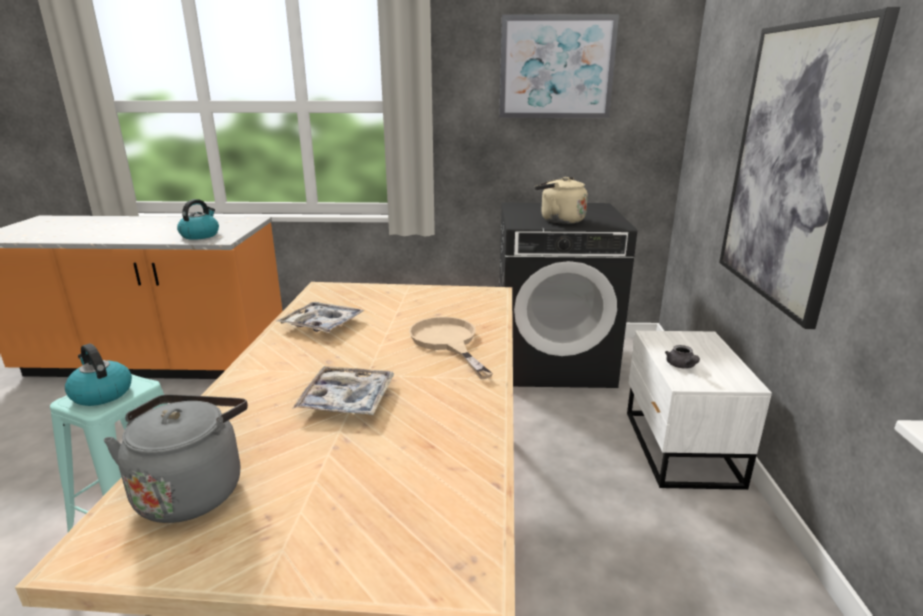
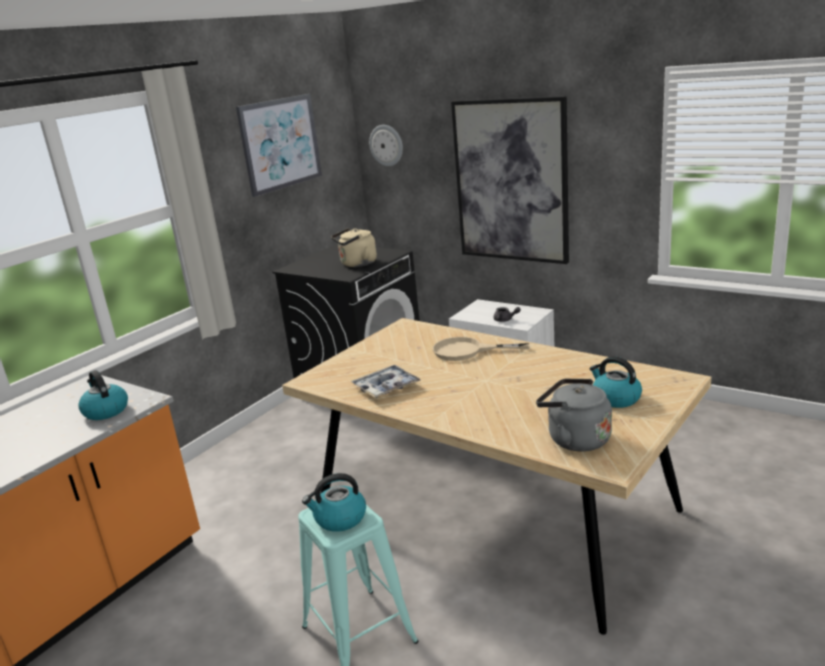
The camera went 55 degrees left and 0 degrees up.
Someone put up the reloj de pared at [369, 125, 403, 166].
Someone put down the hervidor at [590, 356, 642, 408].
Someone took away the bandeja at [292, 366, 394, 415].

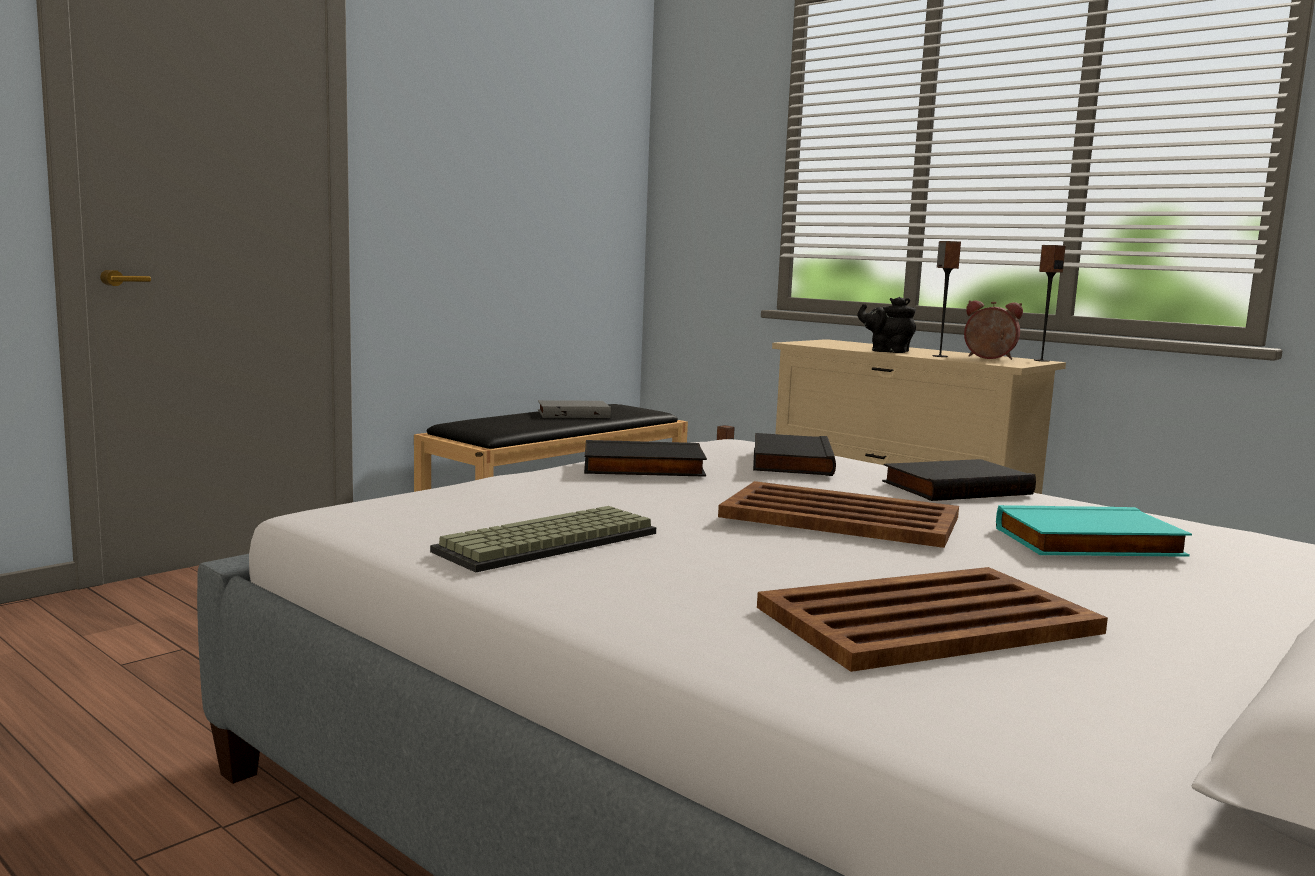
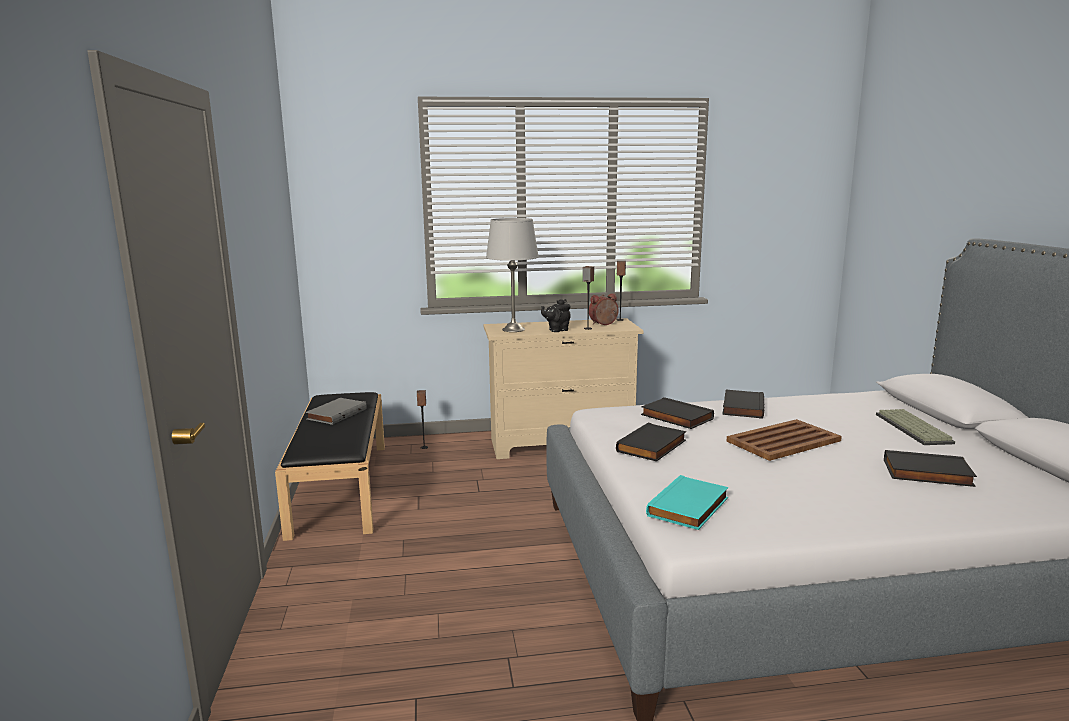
The camera went 50 degrees left and 5 degrees up.
Someone put down the lámpara de mesa (gris) at [486, 218, 539, 332].
Someone carried the libro (turquesa) from [996, 505, 1192, 557] to [646, 475, 729, 530].
Someone carried the teclado from [430, 506, 656, 572] to [876, 409, 955, 445].
Someone swapped the bandeja (marrón) at [757, 567, 1108, 672] for the libro (negro) at [884, 450, 977, 487].

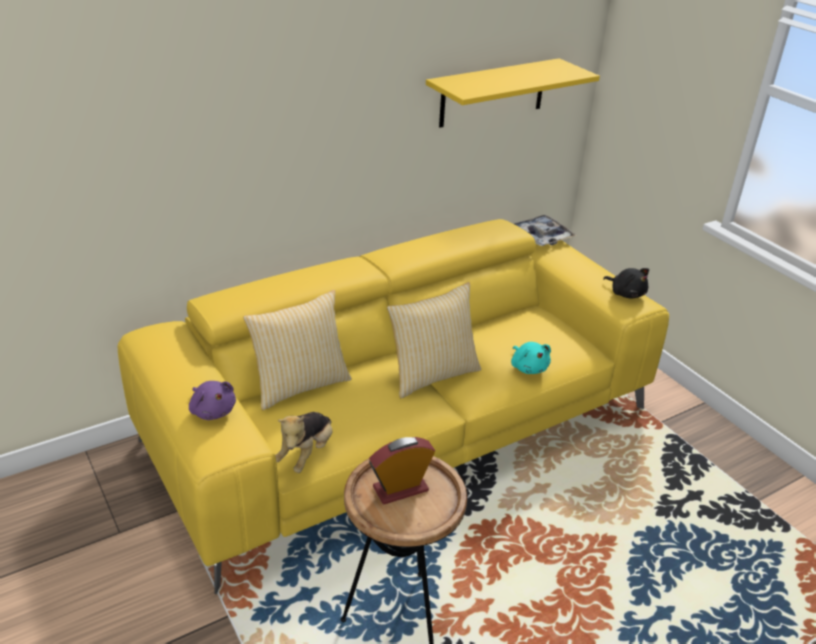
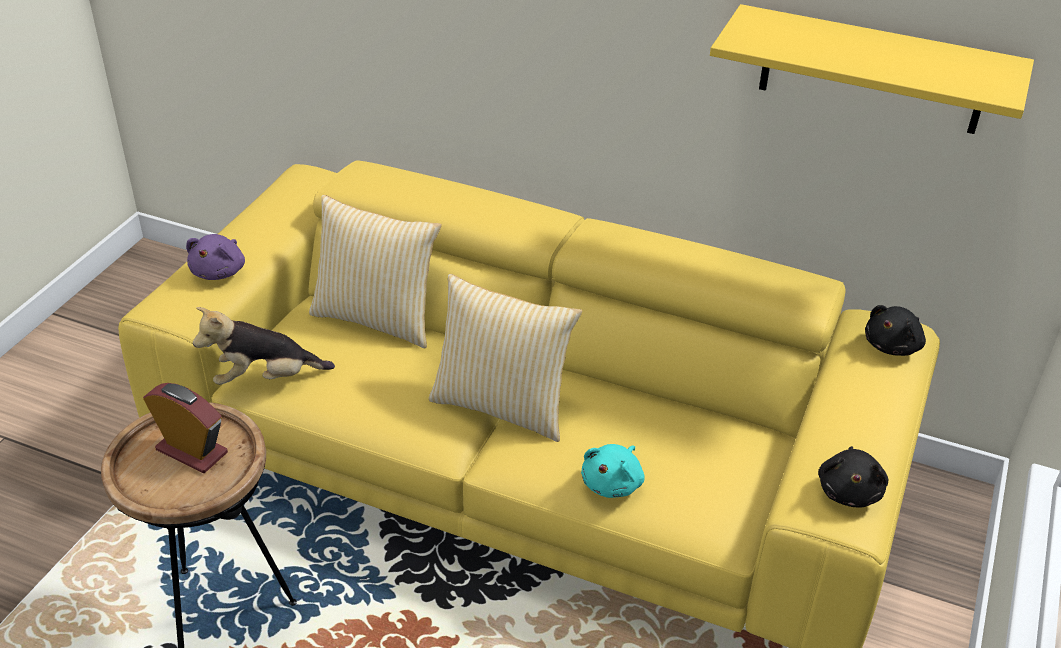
The camera went 55 degrees right and 5 degrees up.
Someone swapped the bandeja at [513, 215, 577, 246] for the peluche (negro) at [865, 305, 926, 356].

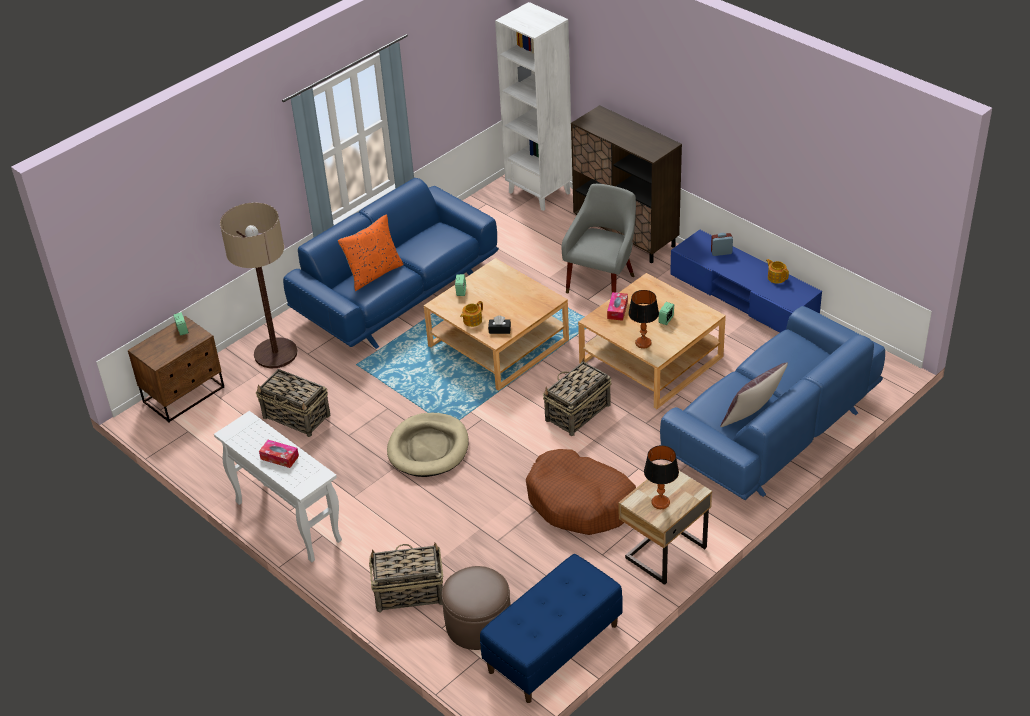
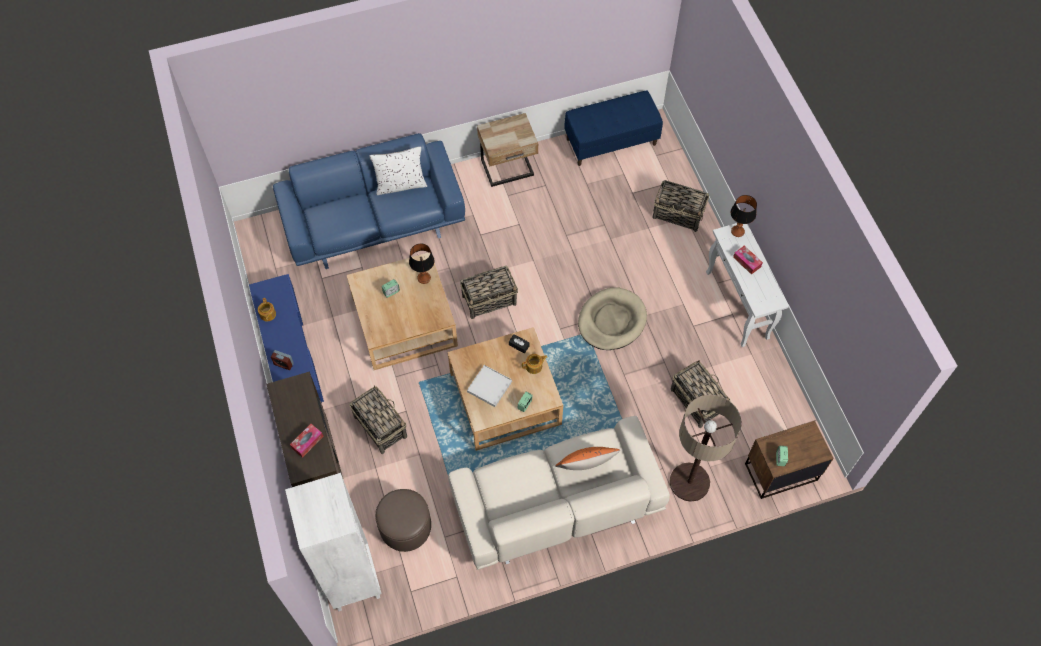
The camera went 155 degrees left and 20 degrees up.
Someone carried the caja de pañuelos from [607, 292, 628, 321] to [290, 424, 324, 458].
Someone swapped the sillón (gris) at [562, 184, 636, 293] for the cesta at [349, 386, 407, 454].
Someone repainted the cojín (marrón) at [720, 363, 788, 427], which became the cojín (blanco) at [369, 147, 427, 195].
Someone carried the puf (marrón) from [442, 566, 511, 650] to [375, 489, 431, 552].
Someone repainted the sofá (azul) at [283, 178, 499, 349], which became the sofá (beis) at [448, 416, 670, 570].
Someone put down the bandeja (blanco) at [467, 365, 512, 407].
Someone carried the lámpara de mesa from [644, 445, 679, 509] to [731, 195, 757, 237].
Someone took away the cama para perro (marrón) at [526, 449, 636, 535].

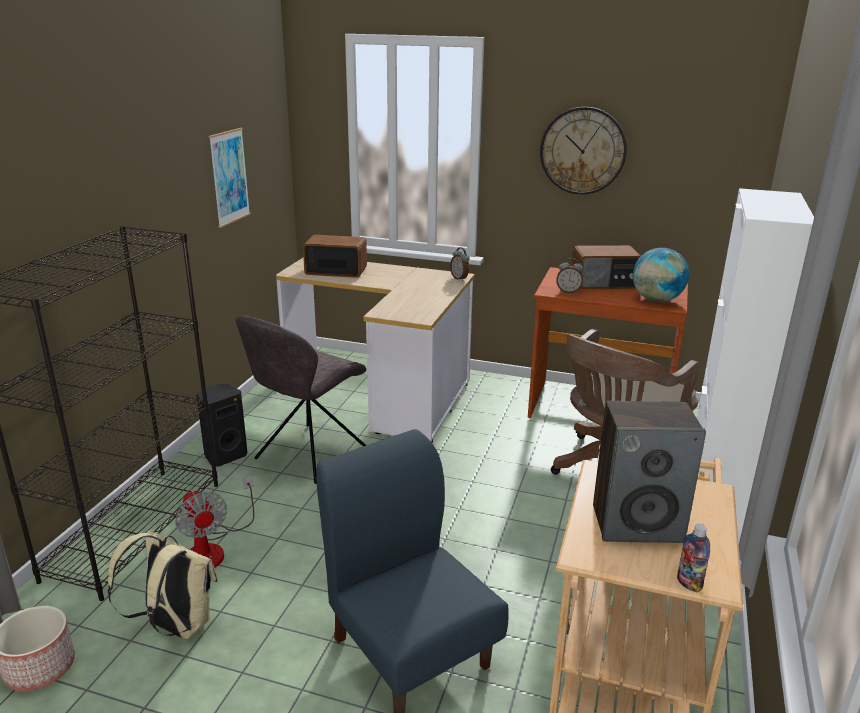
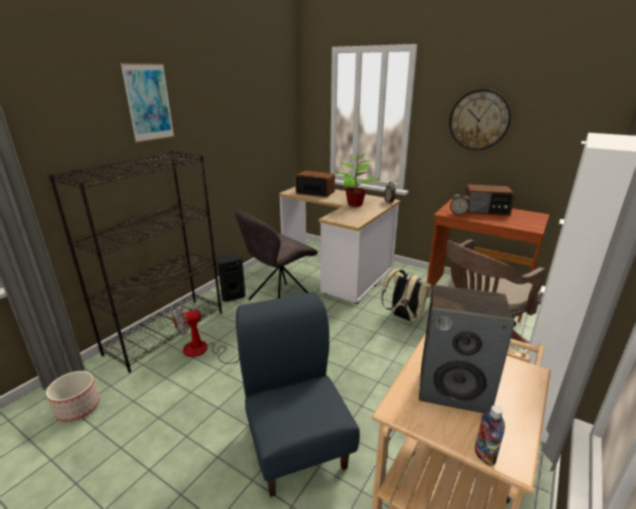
The camera went 15 degrees right and 0 degrees up.
Someone carried the cuadro from [209, 128, 250, 228] to [120, 63, 175, 143].
Someone rotated the ventilador at [175, 475, 254, 568] by 75 degrees clockwise.
Someone put down the planta en maceta at [337, 153, 381, 207].
Someone carried the mochila (beis) from [107, 530, 218, 639] to [381, 269, 432, 322].
Someone took away the globo terráqueo at [633, 248, 689, 302].

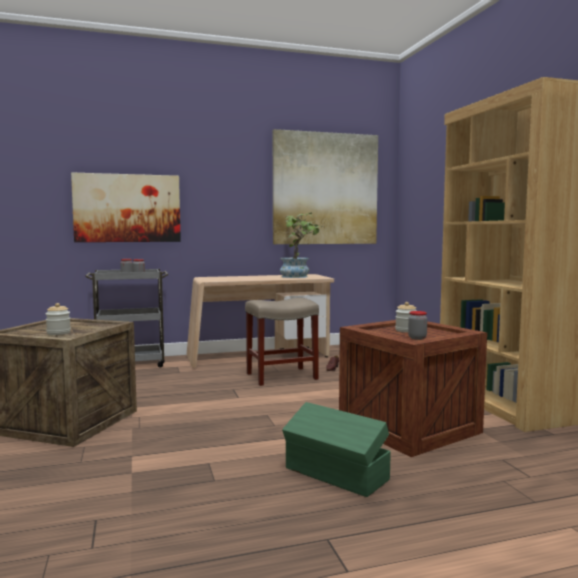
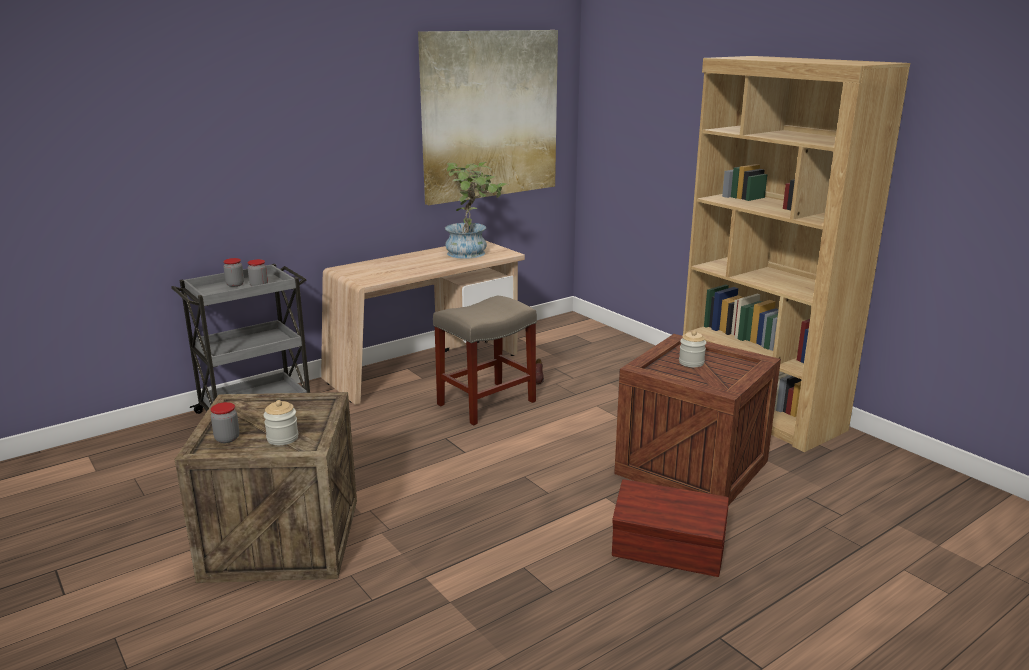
The camera went 20 degrees left and 15 degrees up.
Someone carried the tarro from [408, 311, 427, 340] to [211, 402, 239, 443].
Someone repainted the caja de almacenaje (verde) at [282, 402, 391, 497], which became the caja de almacenaje (marrón) at [612, 479, 729, 577].
Someone took away the cuadro at [71, 172, 181, 242].

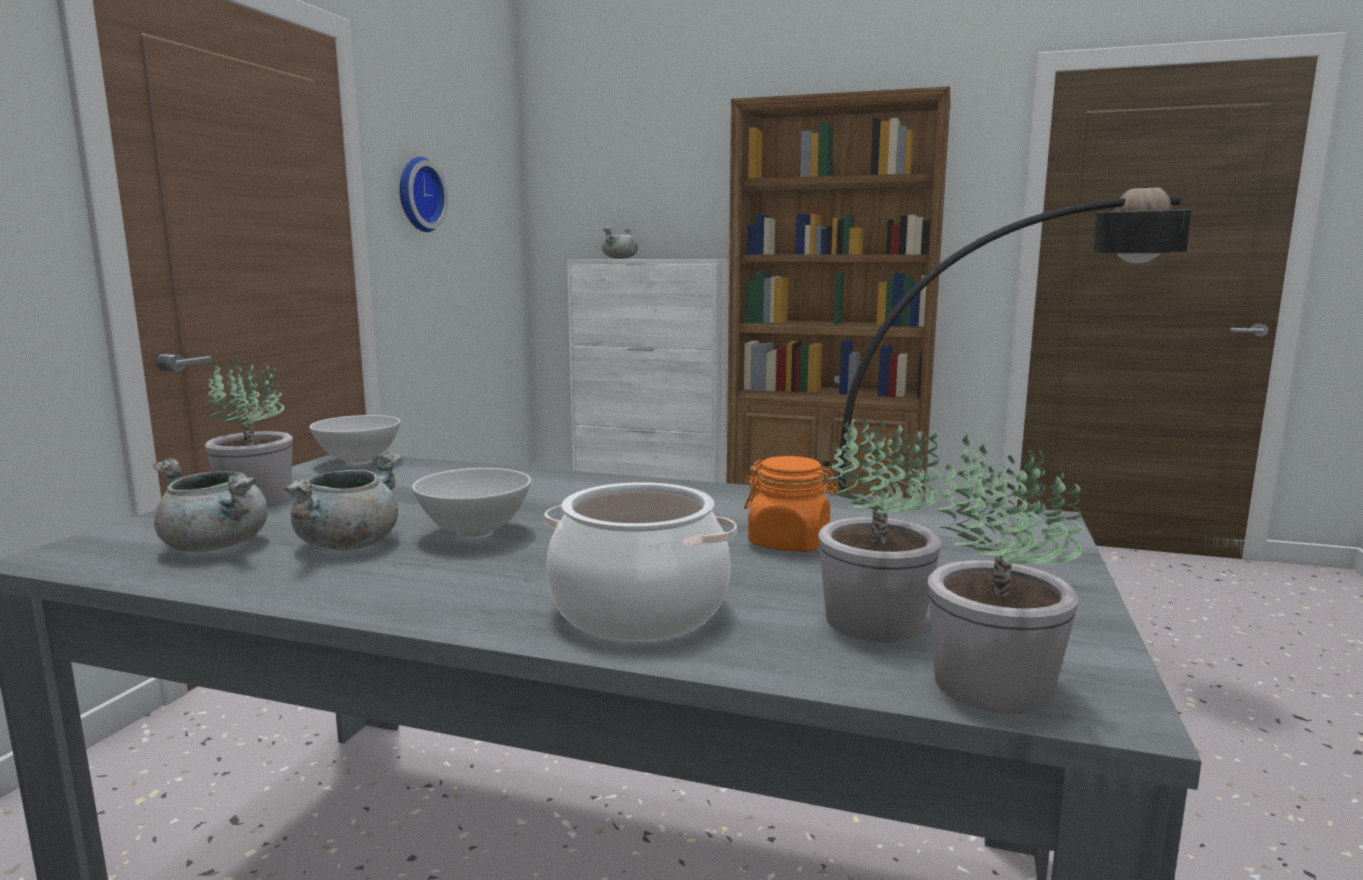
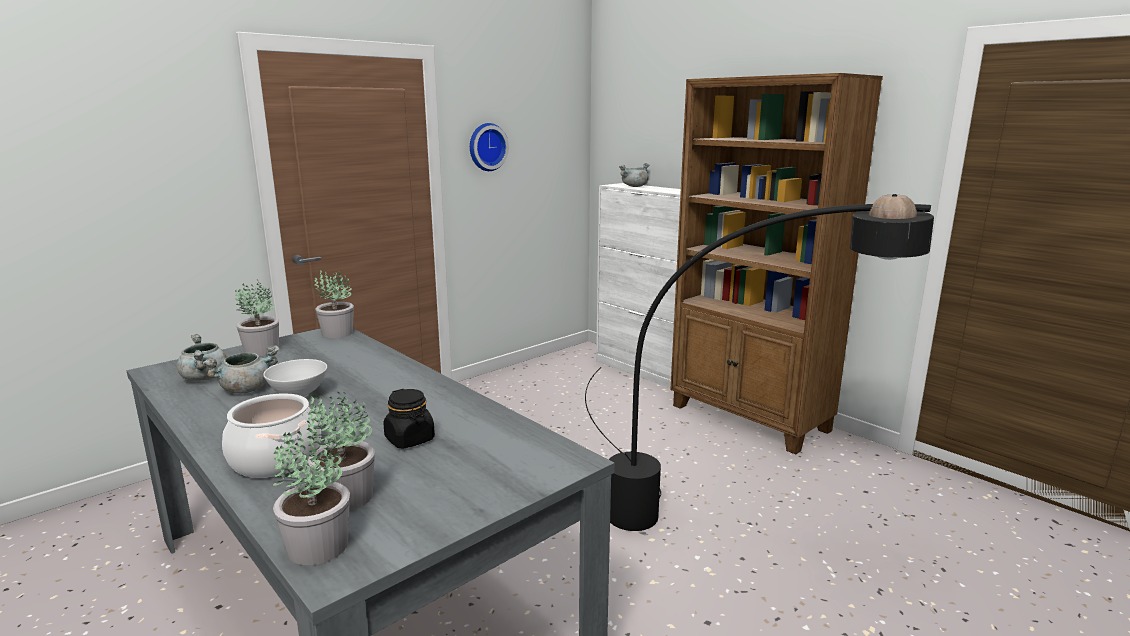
The camera went 30 degrees right and 5 degrees up.
Someone swapped the cuenco (blanco) at [309, 415, 401, 465] for the planta en maceta at [314, 269, 354, 338].
Someone repainted the tarro (naranja) at [744, 456, 840, 552], which became the tarro (negro) at [383, 389, 435, 449].

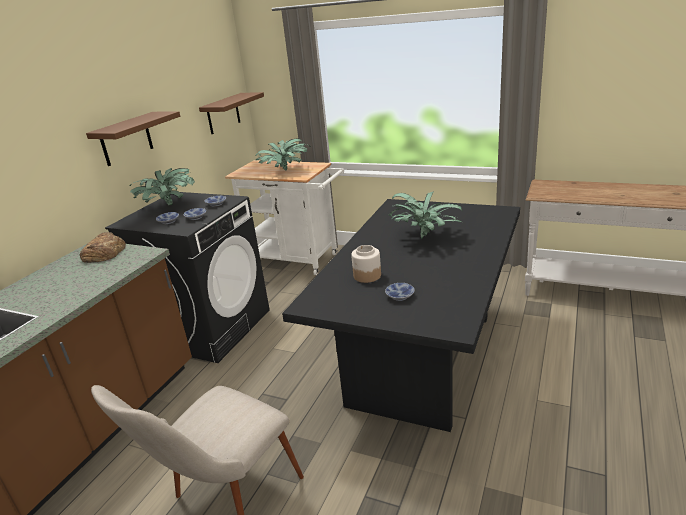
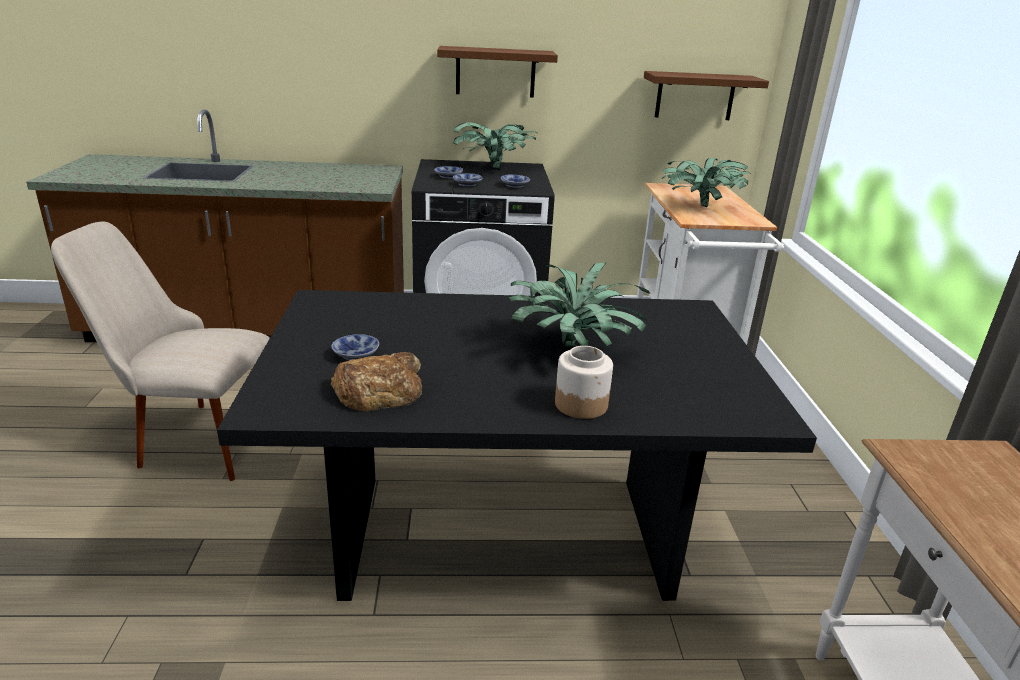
The camera went 60 degrees right and 0 degrees up.
Someone carried the pan from [80, 232, 126, 263] to [331, 352, 422, 412].
Someone carried the tarro from [351, 245, 381, 283] to [555, 346, 613, 419].

